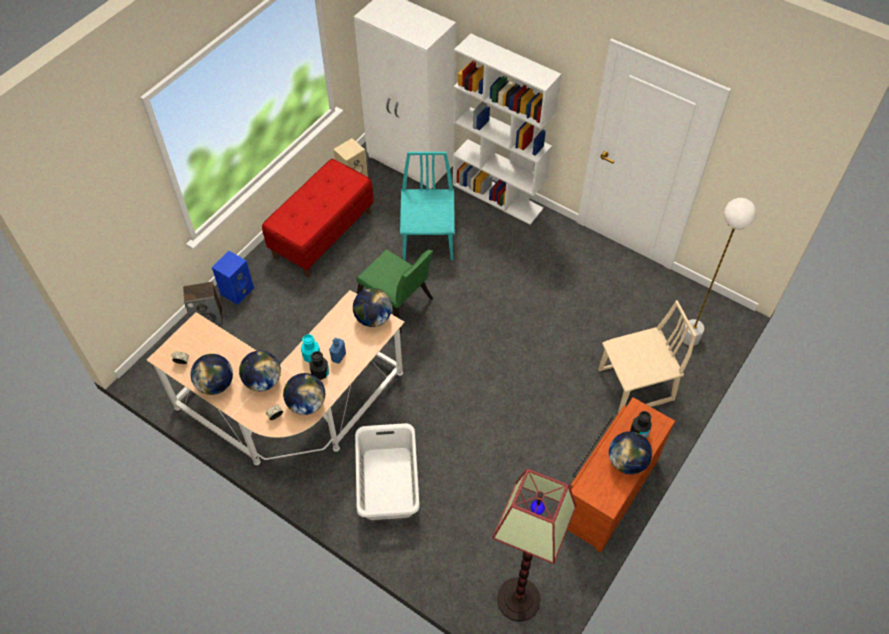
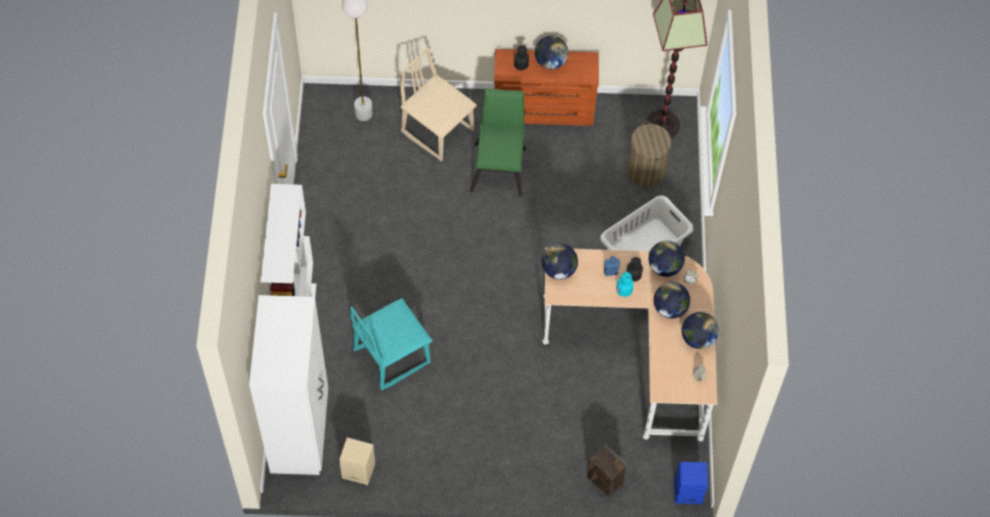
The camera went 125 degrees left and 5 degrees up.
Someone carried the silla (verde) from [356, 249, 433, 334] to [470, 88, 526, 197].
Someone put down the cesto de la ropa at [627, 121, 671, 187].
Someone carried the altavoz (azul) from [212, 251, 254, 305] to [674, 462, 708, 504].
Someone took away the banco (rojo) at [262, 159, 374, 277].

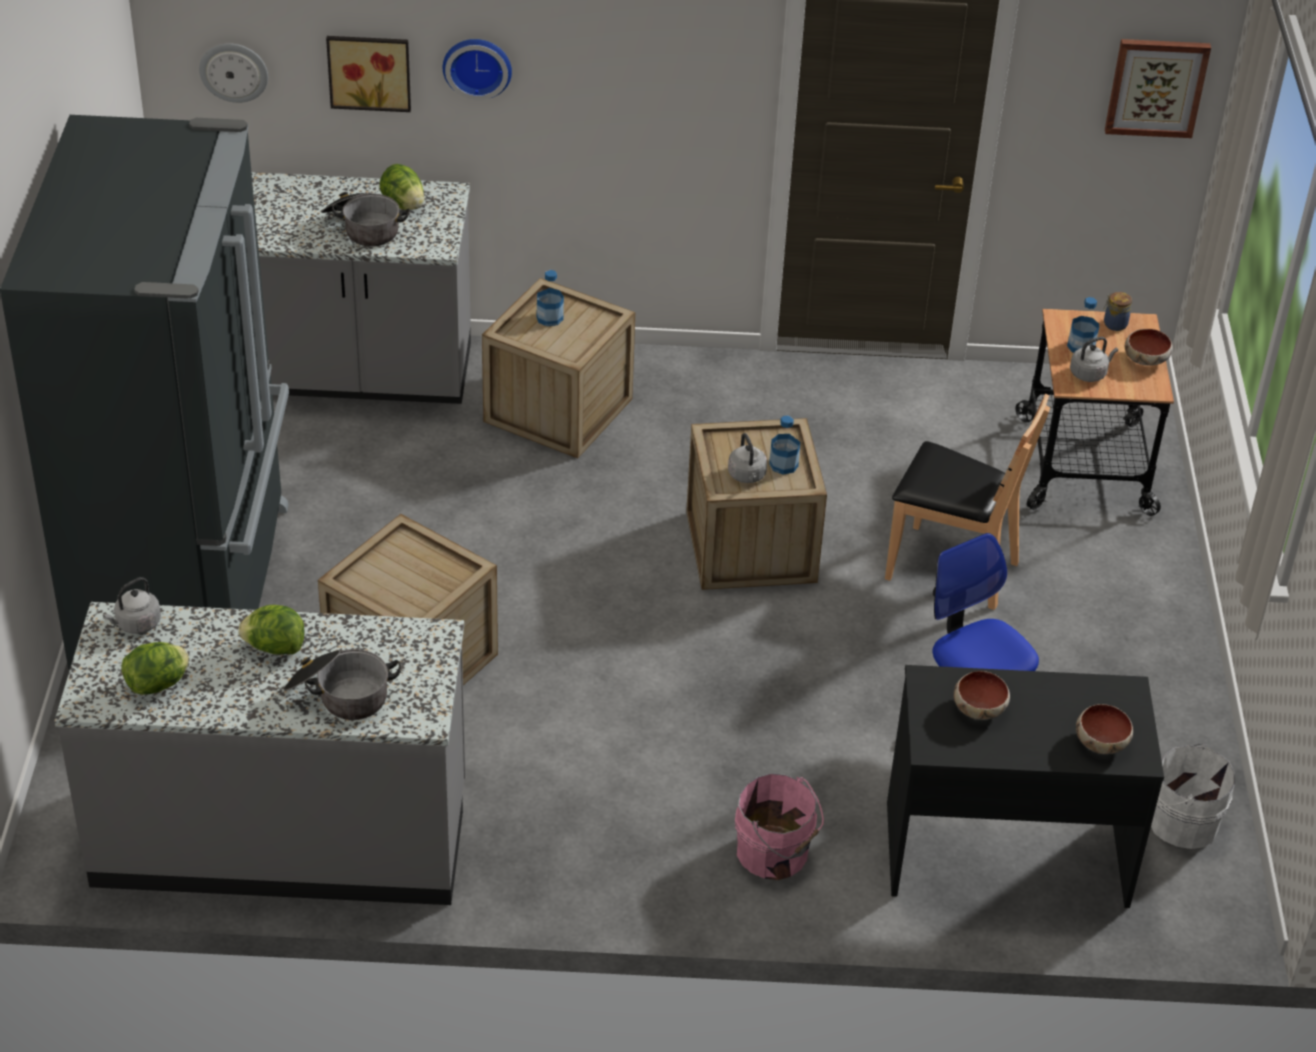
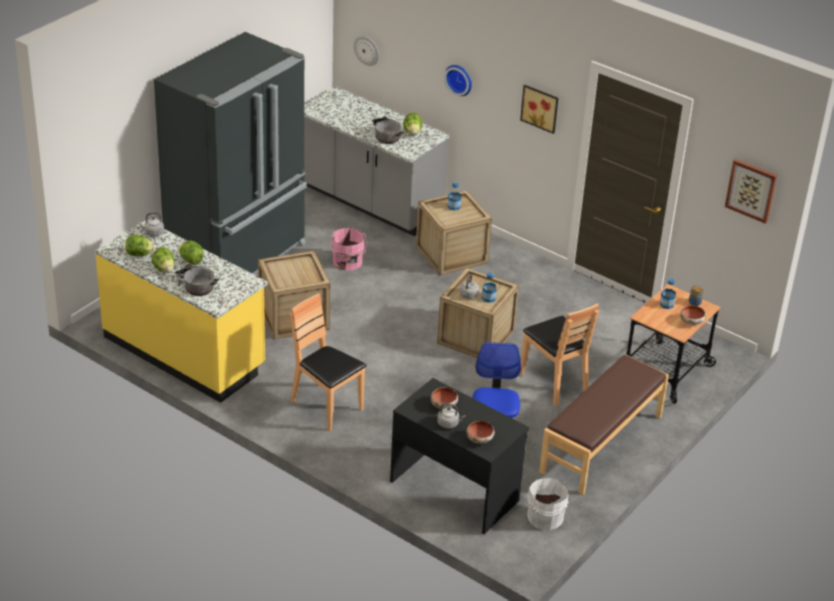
The camera went 35 degrees right and 5 degrees down.
Someone repainted the mueble bajo de cocina (gris) at [54, 602, 465, 905], which became the mueble bajo de cocina (amarillo) at [95, 220, 268, 403].
Someone put down the lechuga at [151, 247, 175, 273].
Someone put down the silla (marrón) at [290, 293, 367, 431].
Someone carried the cubo (rosa) from [735, 773, 824, 880] to [331, 228, 367, 270].
Someone carried the hervidor (gris) from [1070, 337, 1118, 382] to [437, 403, 466, 428].
Someone carried the cuadro from [326, 36, 411, 112] to [520, 85, 558, 134].
Someone put down the banco (marrón) at [539, 355, 669, 495].

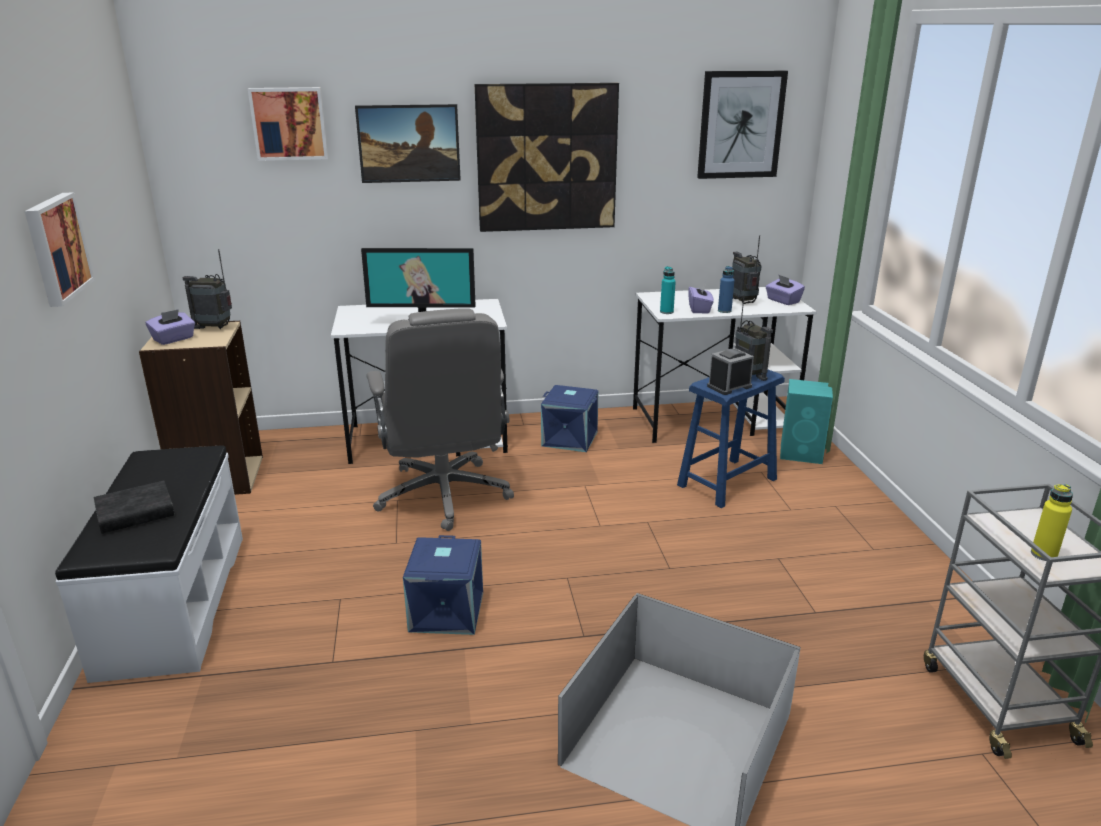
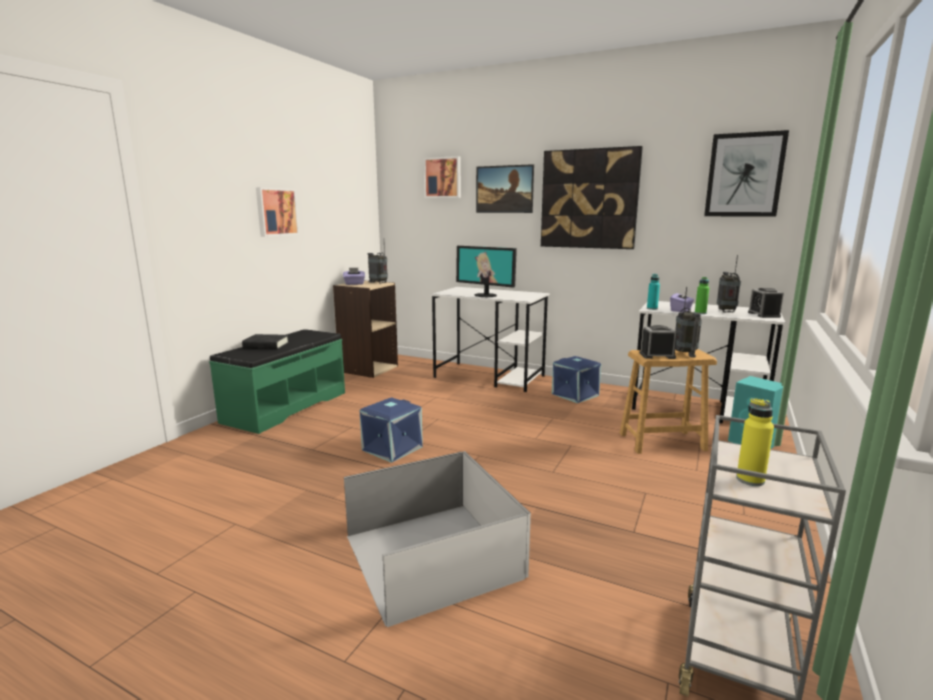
The camera went 35 degrees right and 10 degrees down.
Someone repainted the banco (blanco) at [55, 446, 243, 683], which became the banco (verde) at [209, 329, 345, 434].
Someone repainted the taburete (azul) at [677, 370, 785, 508], which became the taburete (marrón) at [619, 349, 717, 454].
Someone repainted the botella (azul) at [718, 266, 734, 313], which became the botella (verde) at [695, 277, 709, 314].
Someone swapped the caja de pañuelos (morado) at [766, 274, 805, 305] for the despertador at [748, 288, 784, 318].
Someone took away the silla de oficina (gris) at [366, 308, 514, 531].

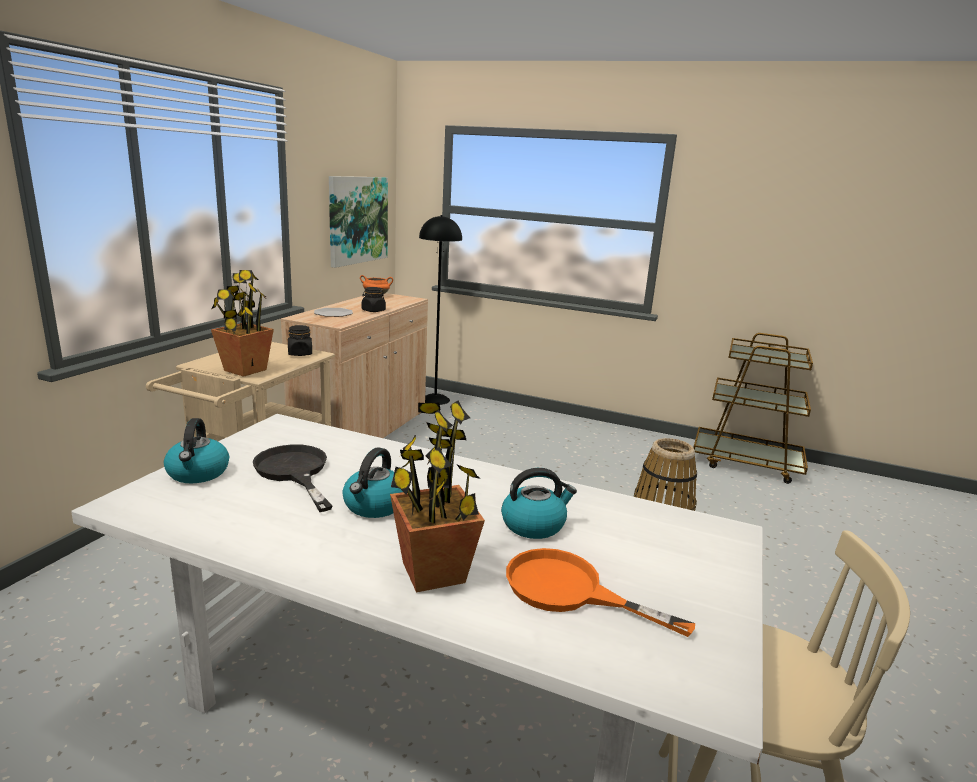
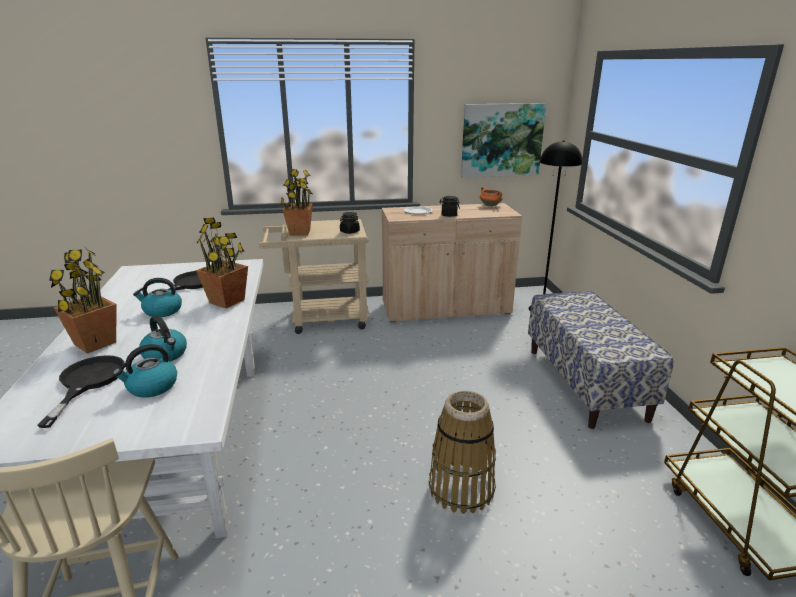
The camera went 60 degrees right and 5 degrees up.
Someone repainted the sartén (naranja) at [506, 548, 695, 637], which became the sartén (negro) at [37, 355, 125, 428].
Someone carried the hervidor from [164, 418, 229, 483] to [113, 344, 177, 398].
Someone put down the planta en maceta at [196, 217, 248, 308].
Someone put down the banco at [528, 291, 674, 429].

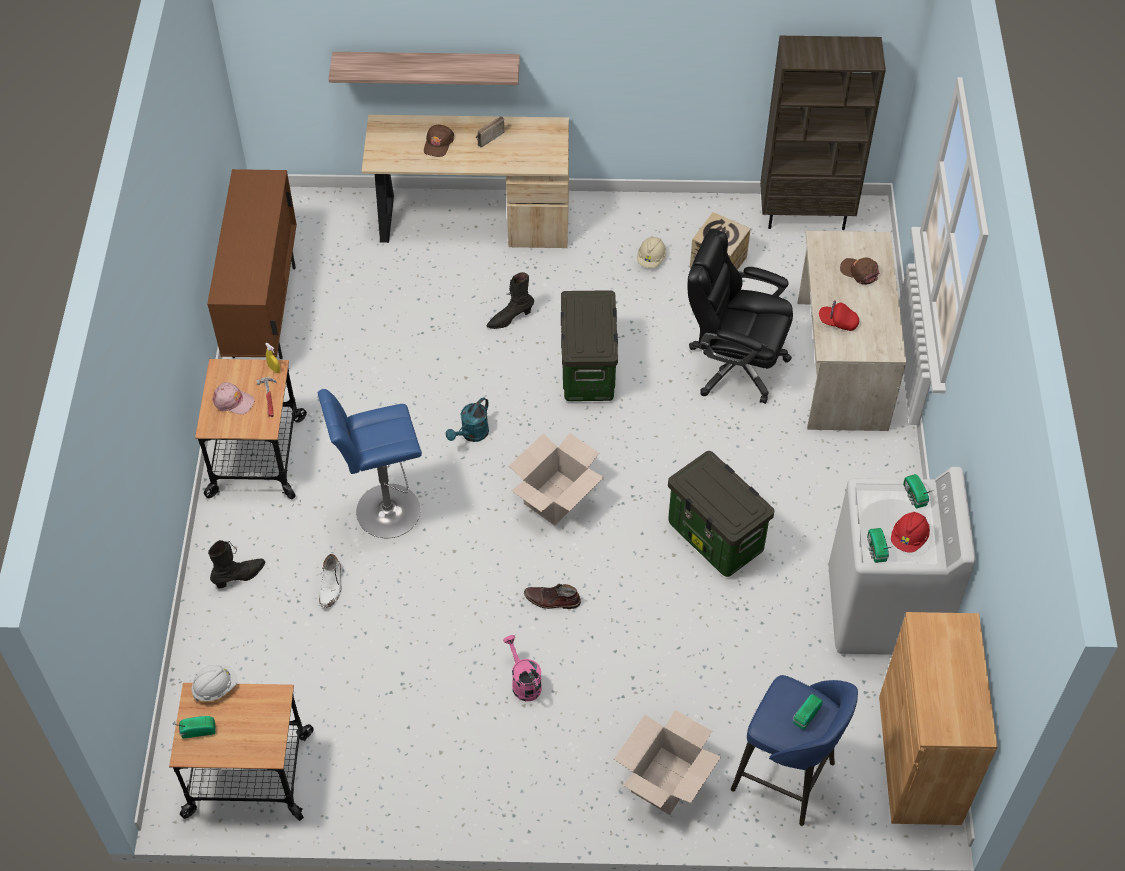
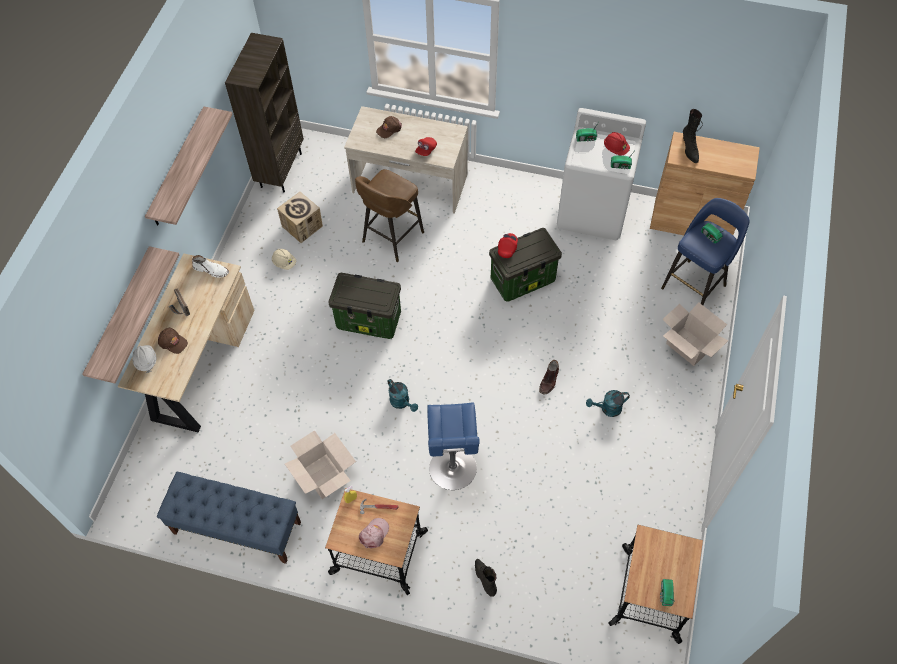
The camera went 75 degrees left and 5 degrees up.
Someone carried the casco (blanco) from [192, 665, 238, 701] to [132, 345, 156, 373].
Someone put up the estante at [145, 106, 233, 226].
Someone swapped the armario (marrón) at [207, 169, 297, 359] for the banco (azul) at [157, 472, 301, 564].
Someone carried the bota (blanco) from [319, 554, 341, 608] to [192, 255, 229, 278].
Someone carried the caja de cartón from [509, 433, 604, 525] to [285, 430, 356, 499].
Someone swapped the silla de oficina (negro) at [688, 228, 793, 404] for the taburete (marrón) at [355, 169, 424, 262].
Someone put down the gorra (rojo) at [498, 233, 518, 258].
Someone repainted the regadera (rosa) at [503, 635, 542, 701], which became the regadera (turquesa) at [586, 390, 630, 417].
Someone carried the bota (negro) from [486, 272, 534, 329] to [683, 109, 703, 163].

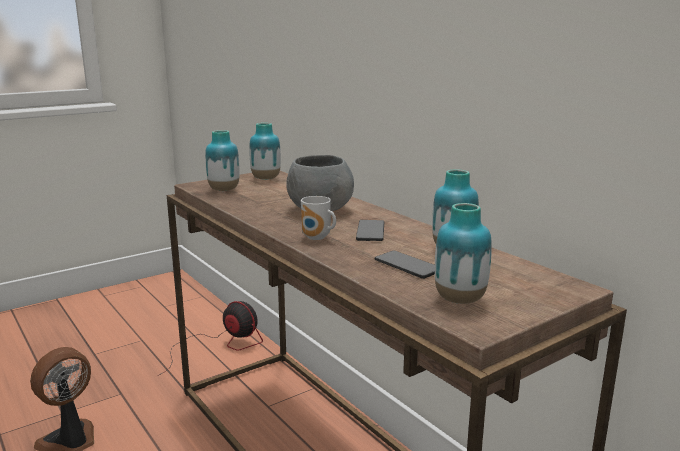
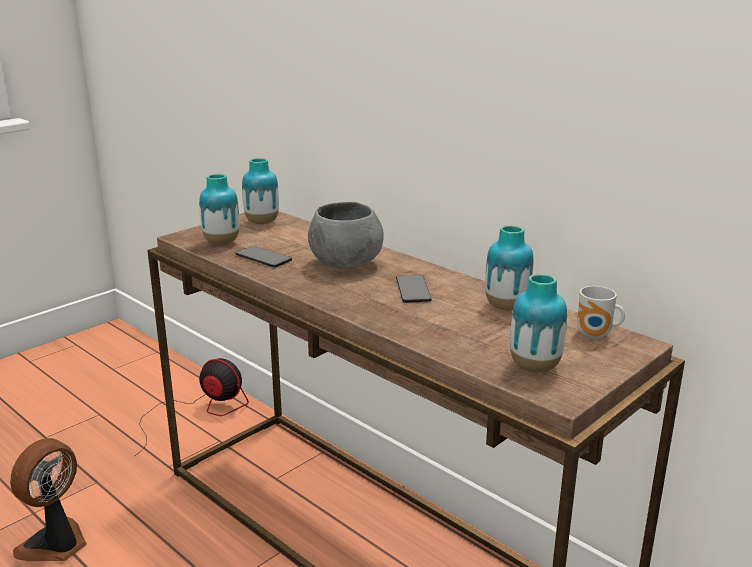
The camera went 10 degrees left and 5 degrees up.
Someone carried the móvil from [375, 251, 435, 279] to [236, 246, 292, 268].
Someone carried the taza grande from [301, 196, 336, 240] to [577, 286, 625, 339].

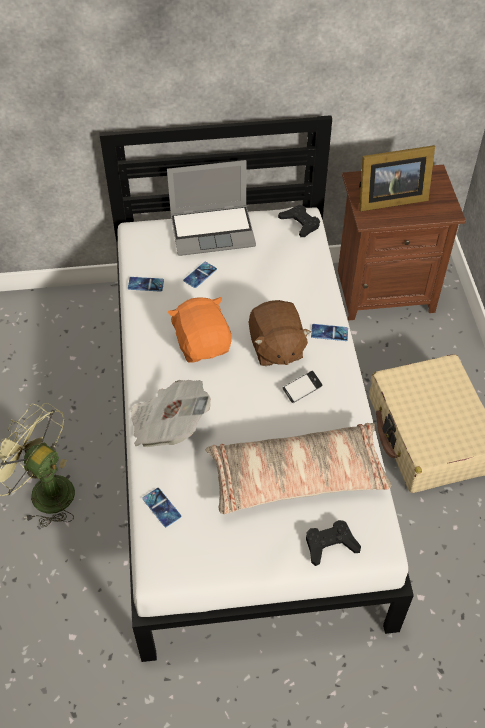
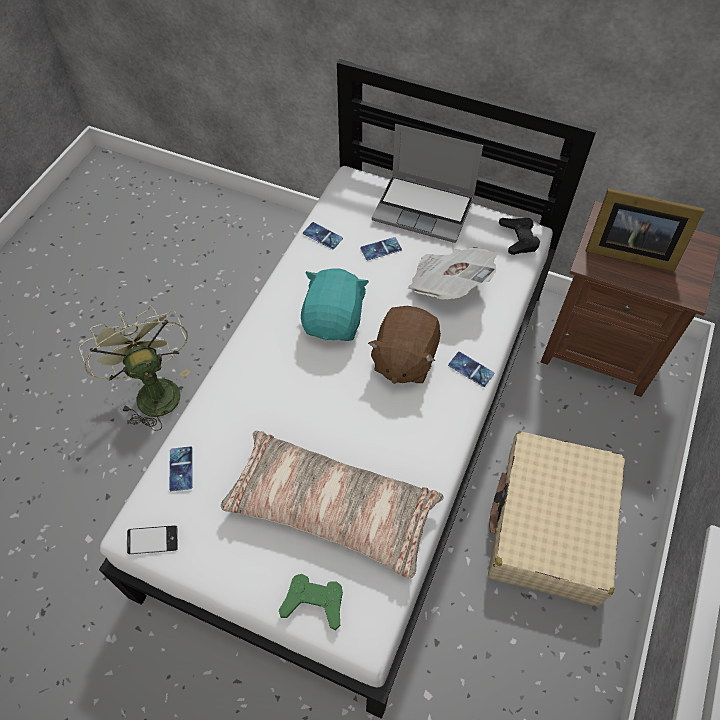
The camera went 30 degrees right and 5 degrees up.
Someone carried the móvil from [282, 371, 322, 403] to [127, 525, 178, 554].
Someone repainted the mando de consola (negro) at [306, 520, 361, 566], which became the mando de consola (verde) at [279, 574, 343, 630].
Someone repainted the peluche (naranja) at [167, 297, 232, 363], which became the peluche (turquesa) at [301, 268, 369, 341].
Someone carried the periódico from [131, 380, 211, 447] to [408, 247, 497, 300].

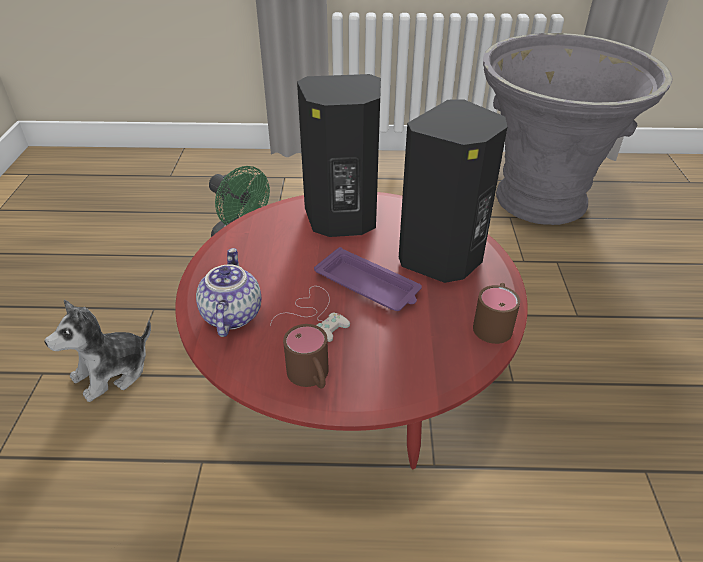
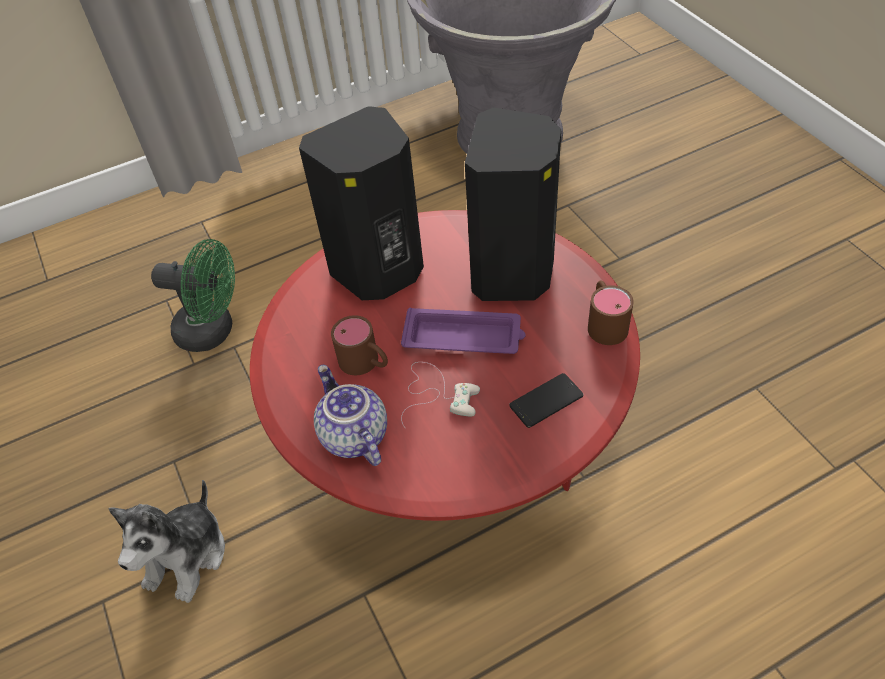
The camera went 25 degrees left and 10 degrees up.
Someone carried the taza grande (marrón) from [283, 324, 329, 389] to [331, 315, 388, 375].
Someone put down the móvil at [509, 373, 583, 428].

